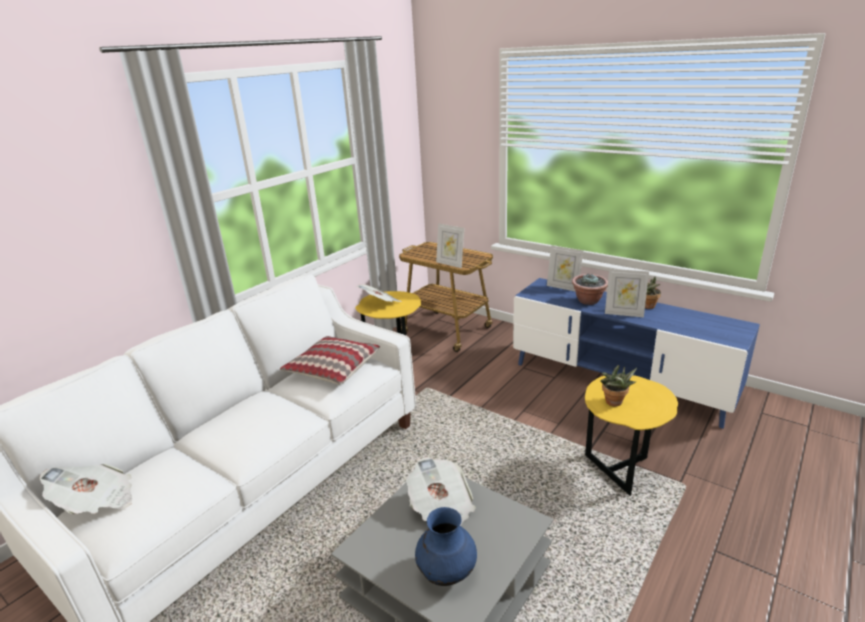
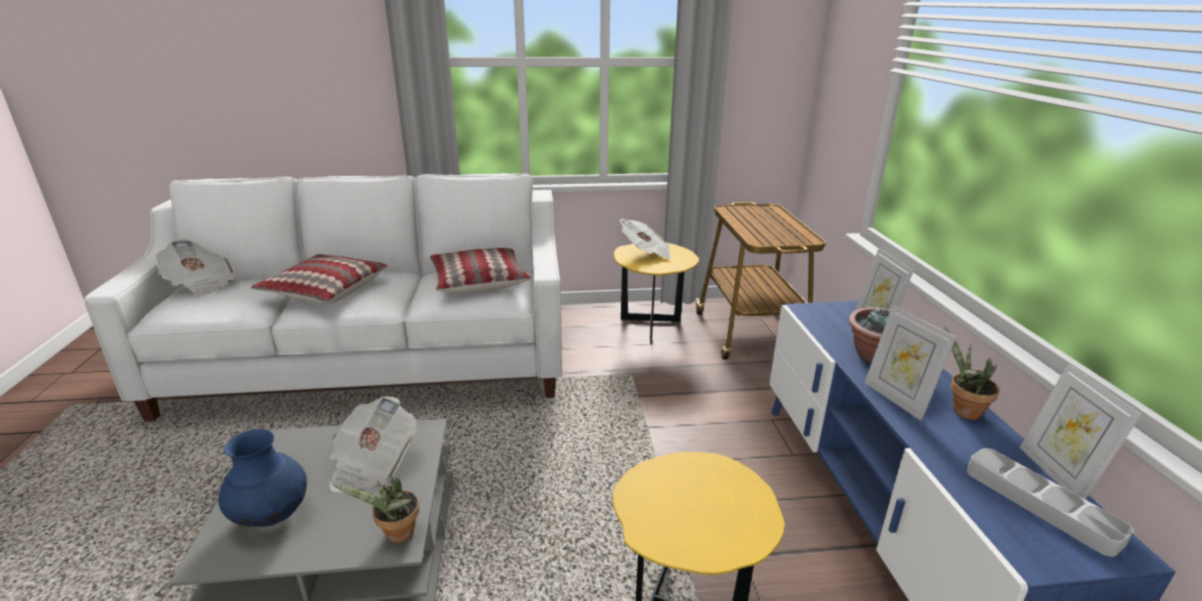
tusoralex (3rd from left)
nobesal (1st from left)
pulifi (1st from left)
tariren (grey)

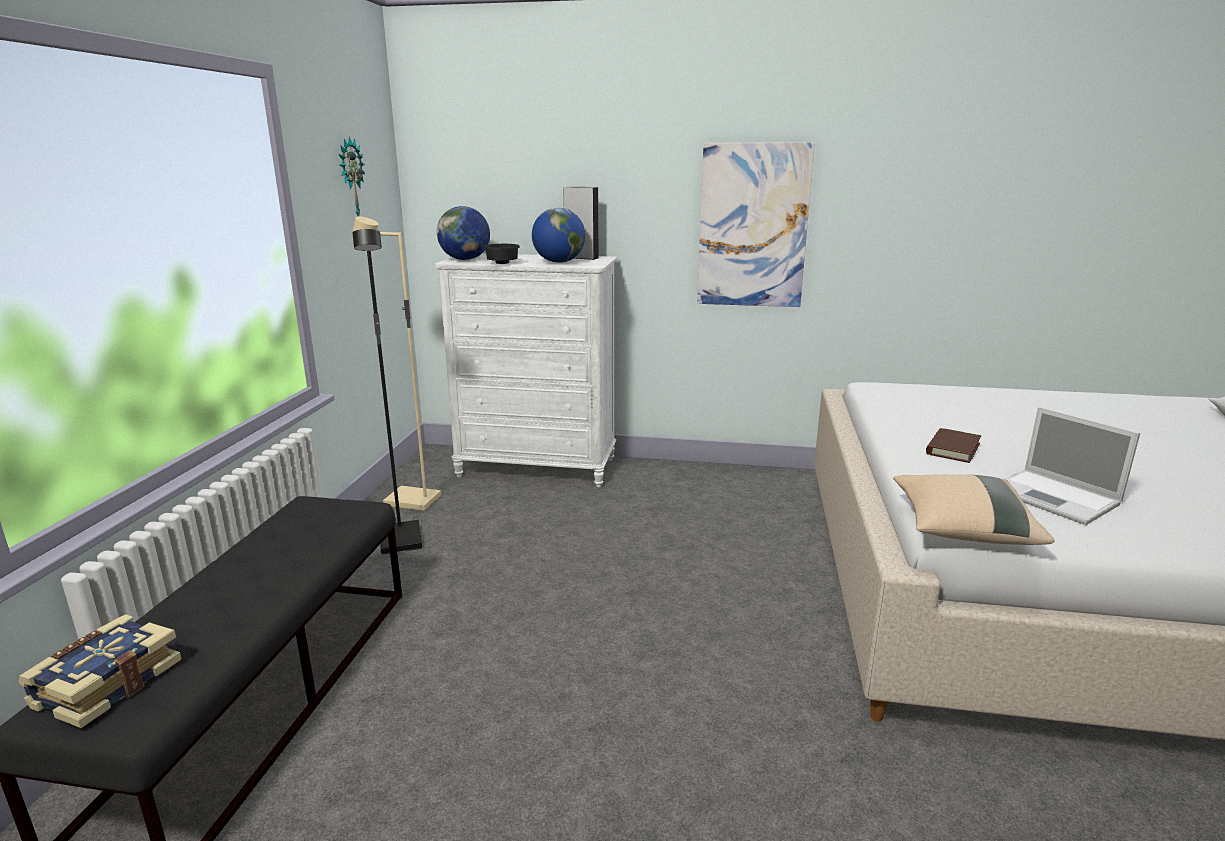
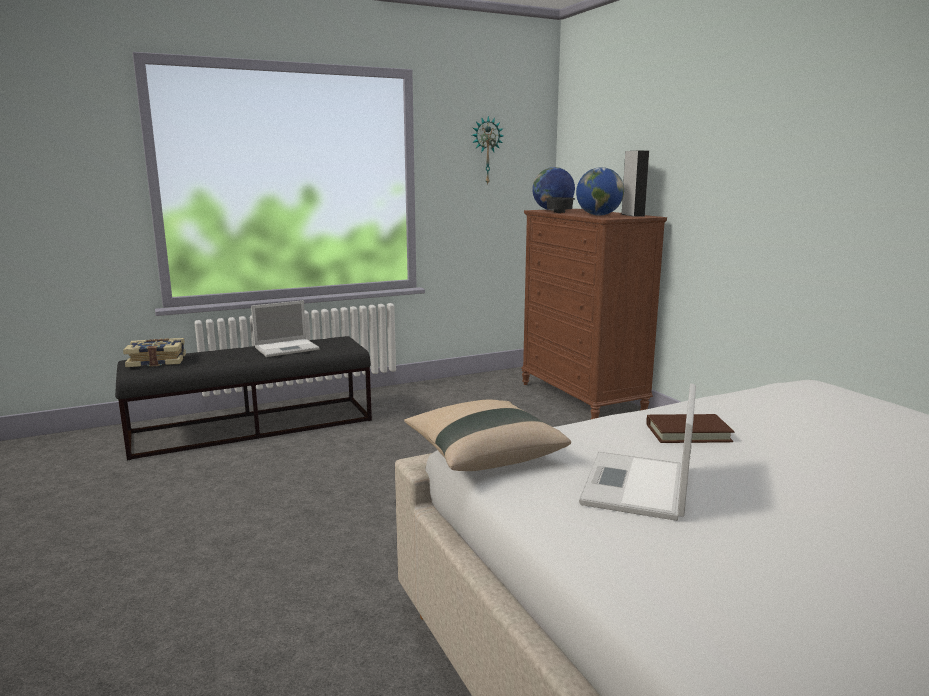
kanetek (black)
kanetek (beige)
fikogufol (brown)
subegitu
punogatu (1st from left)

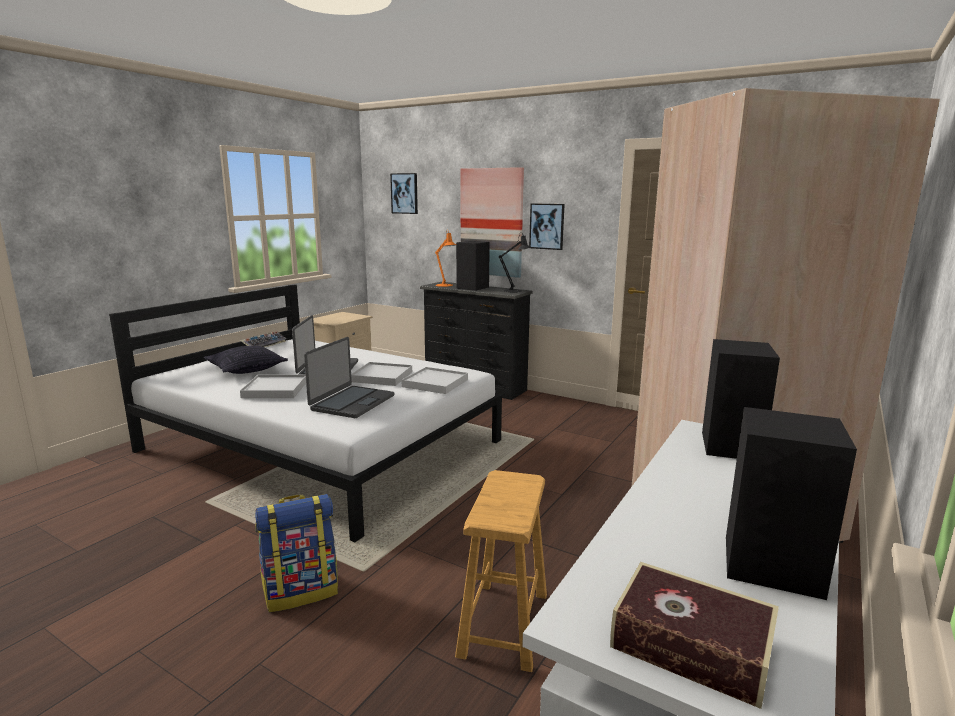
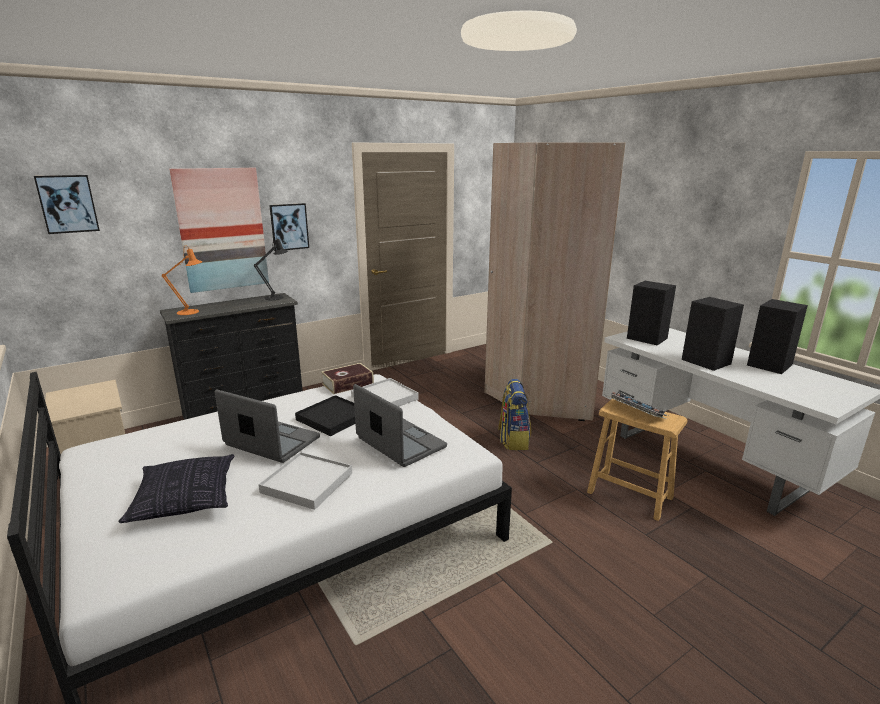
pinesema
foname
tariren (black)
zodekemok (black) (2nd from left)
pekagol

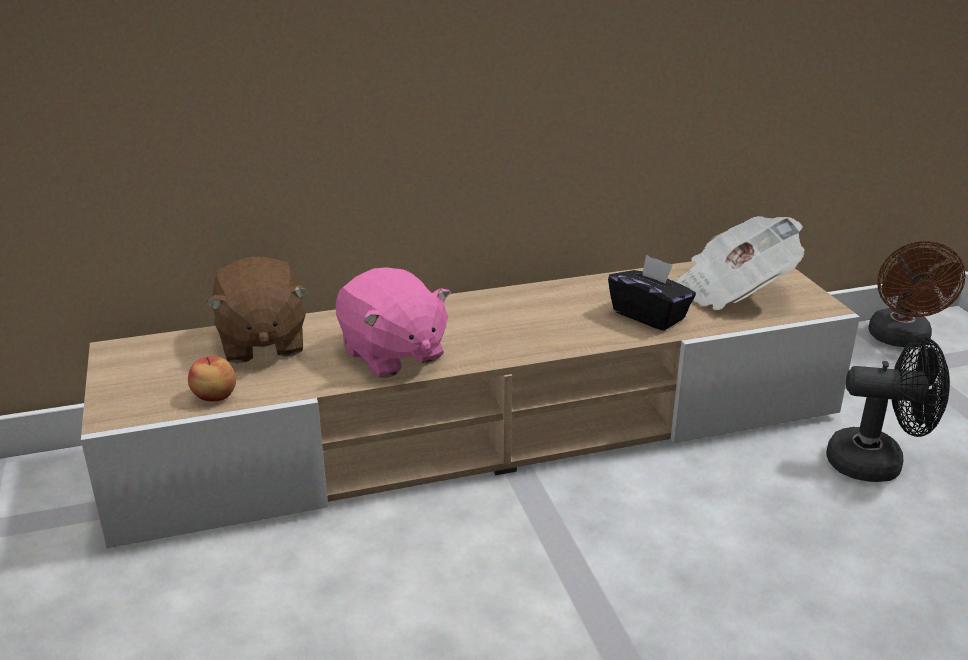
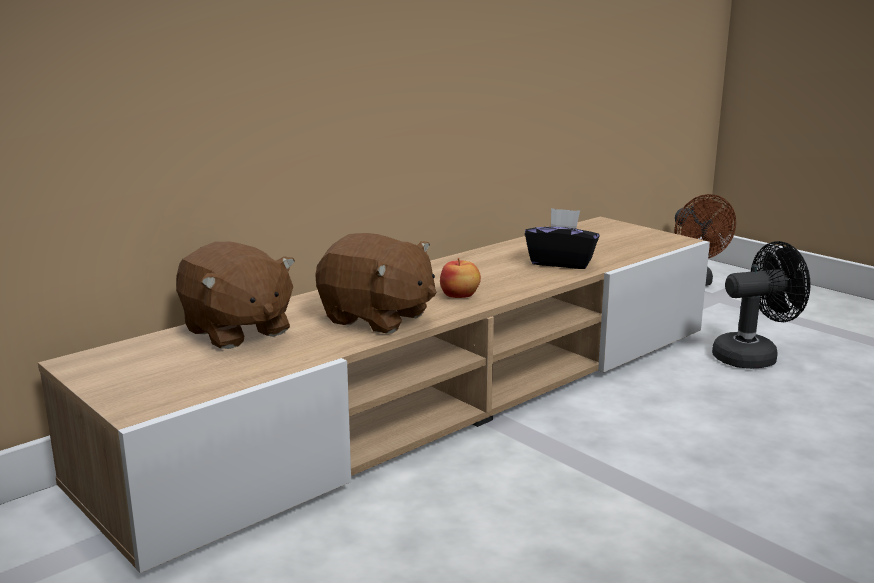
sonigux
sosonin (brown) (2nd from left)
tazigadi

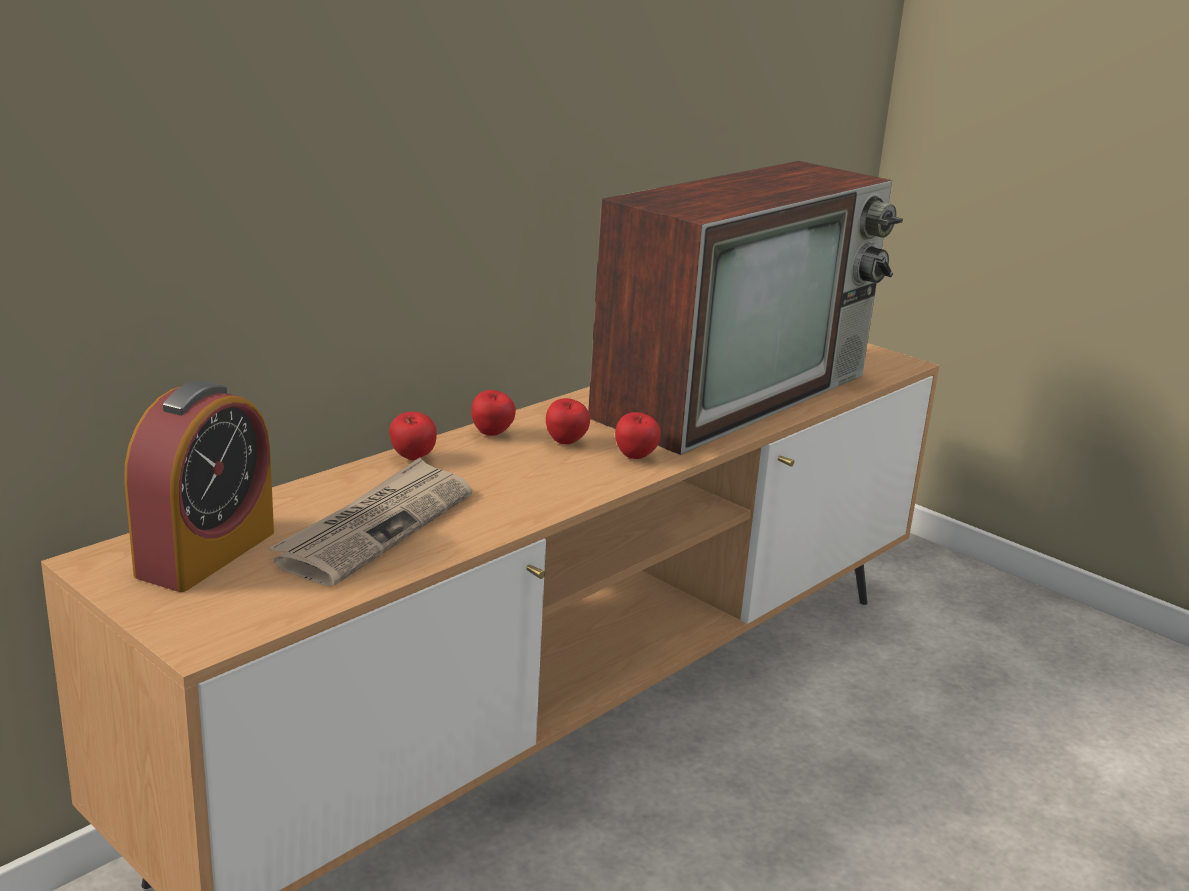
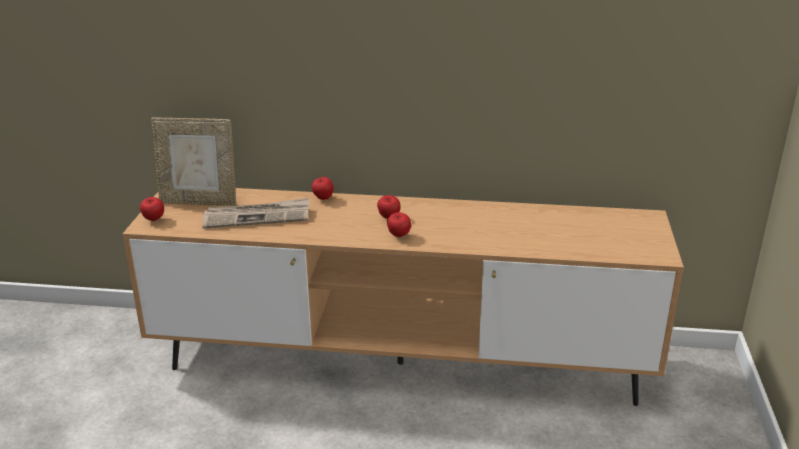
tusoralex
sonigux (1st from left)
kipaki

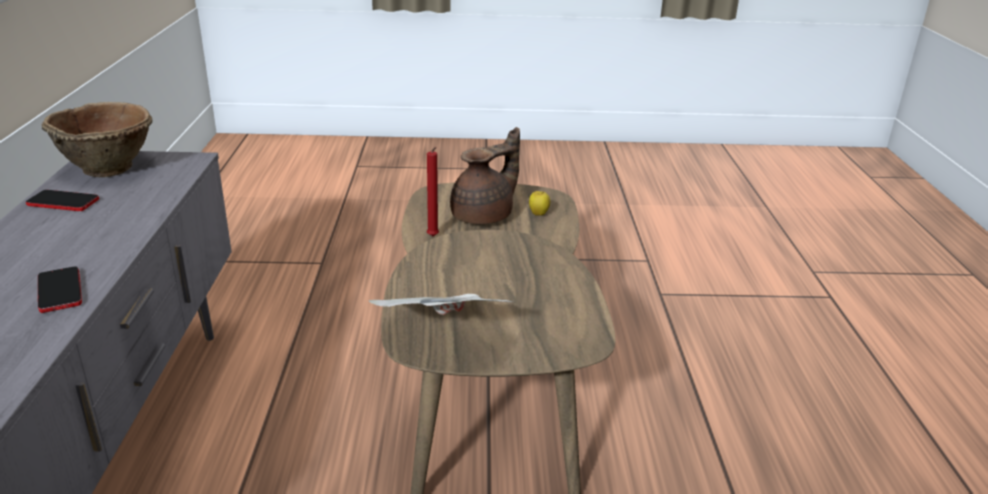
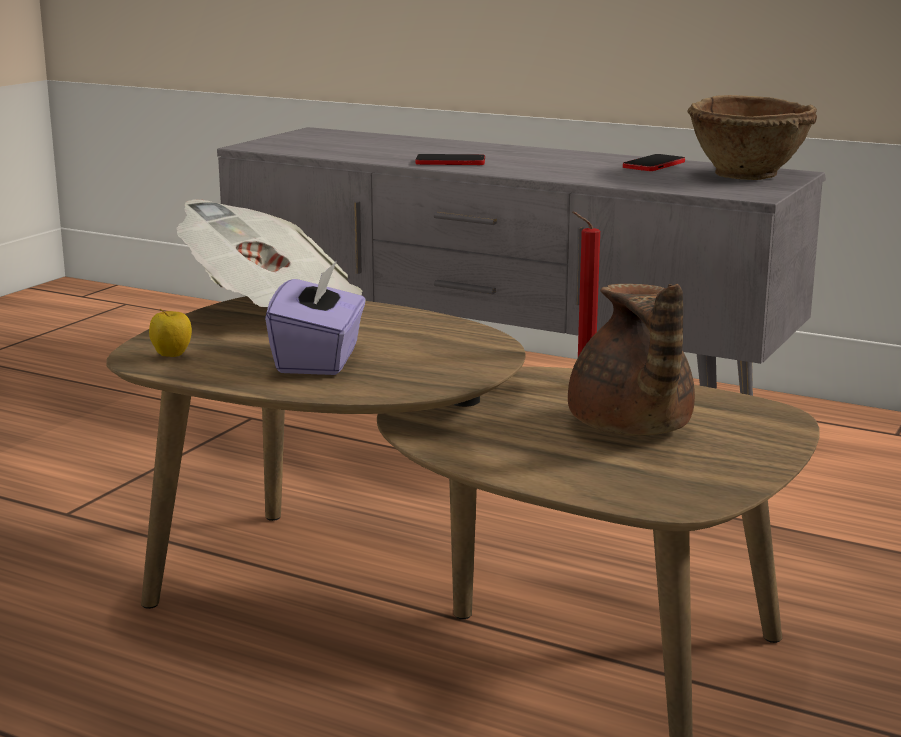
sonigux
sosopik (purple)

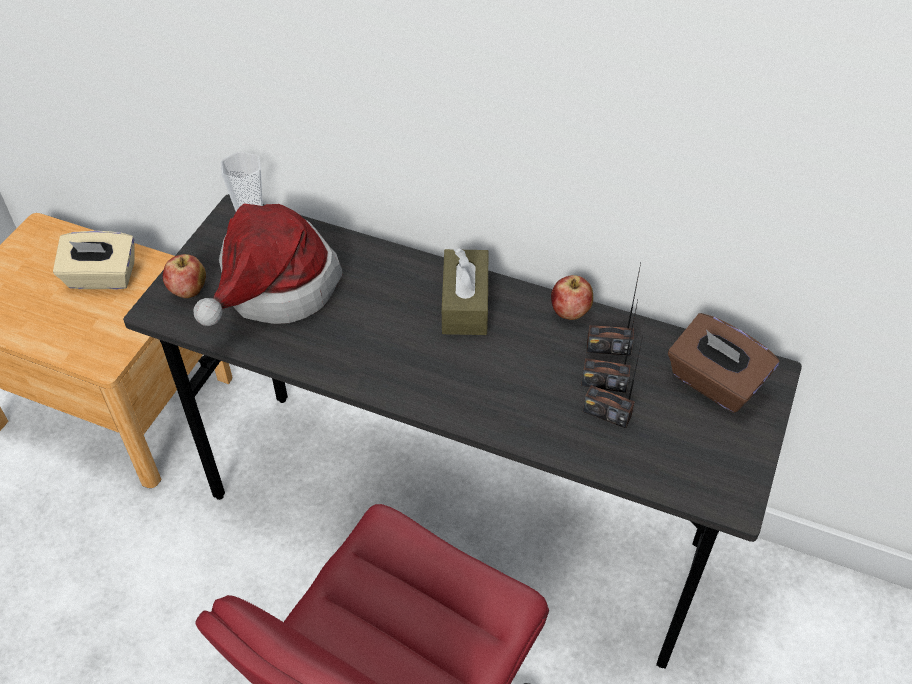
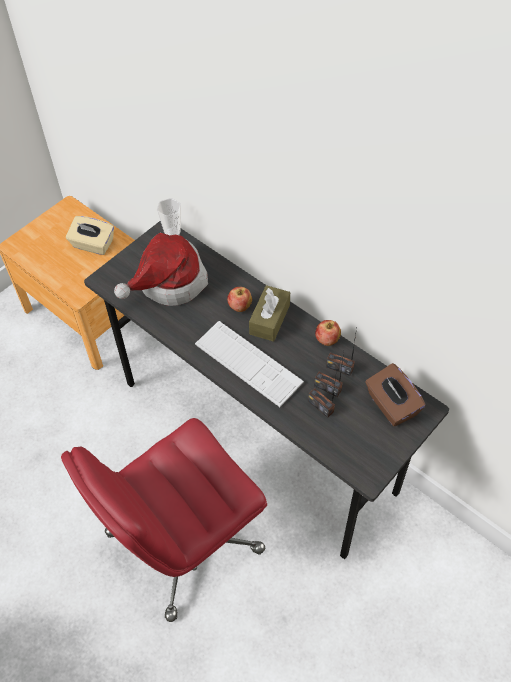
sonigux (1st from left)
pinesema

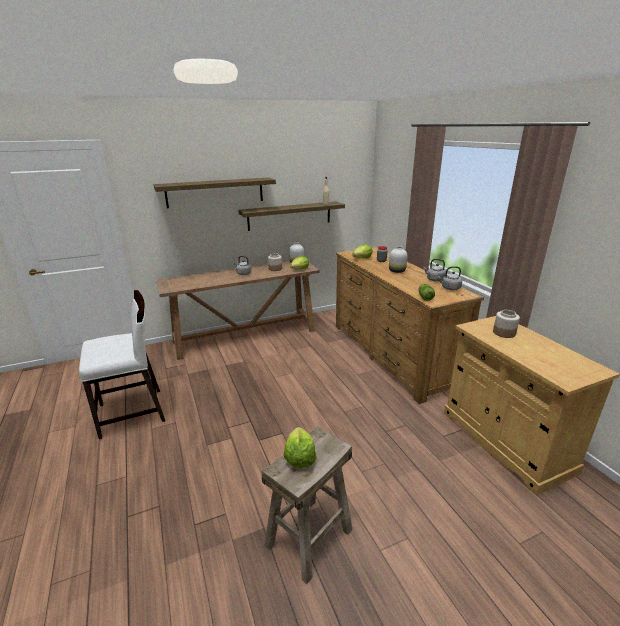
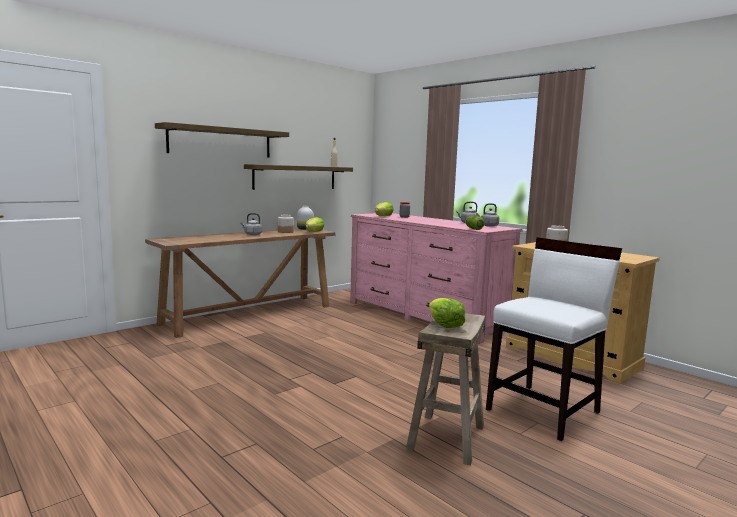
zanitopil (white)
fikogufol (pink)
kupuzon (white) (2nd from left in the first image)

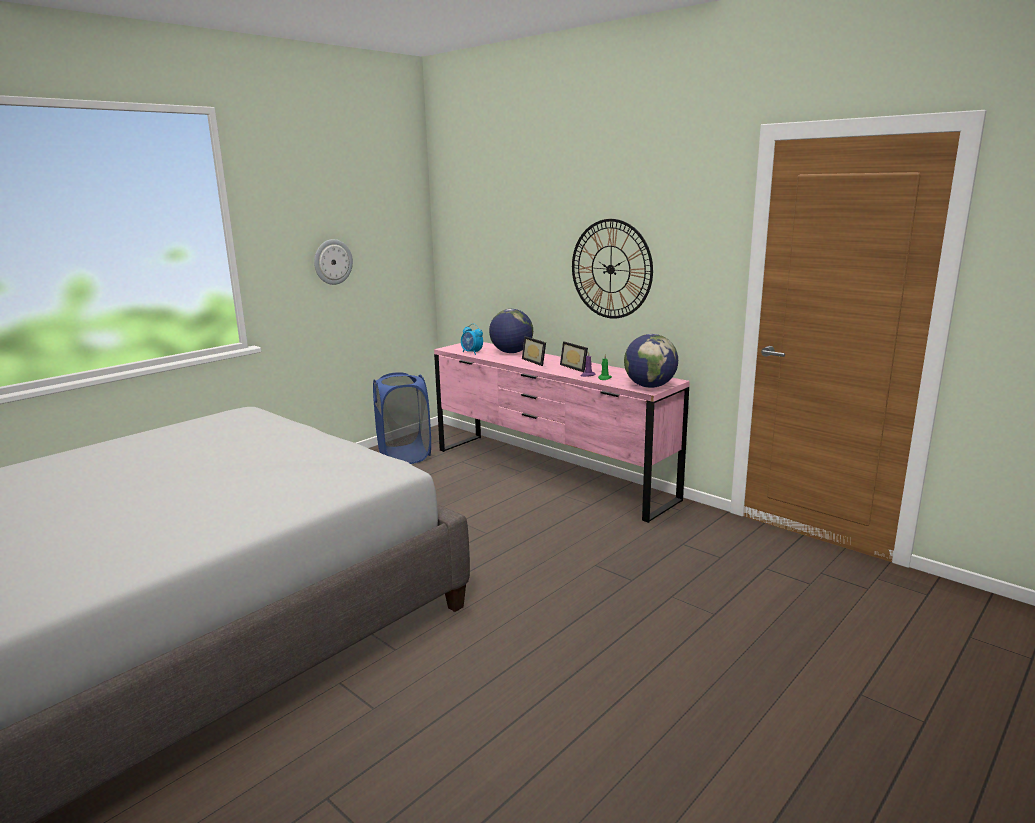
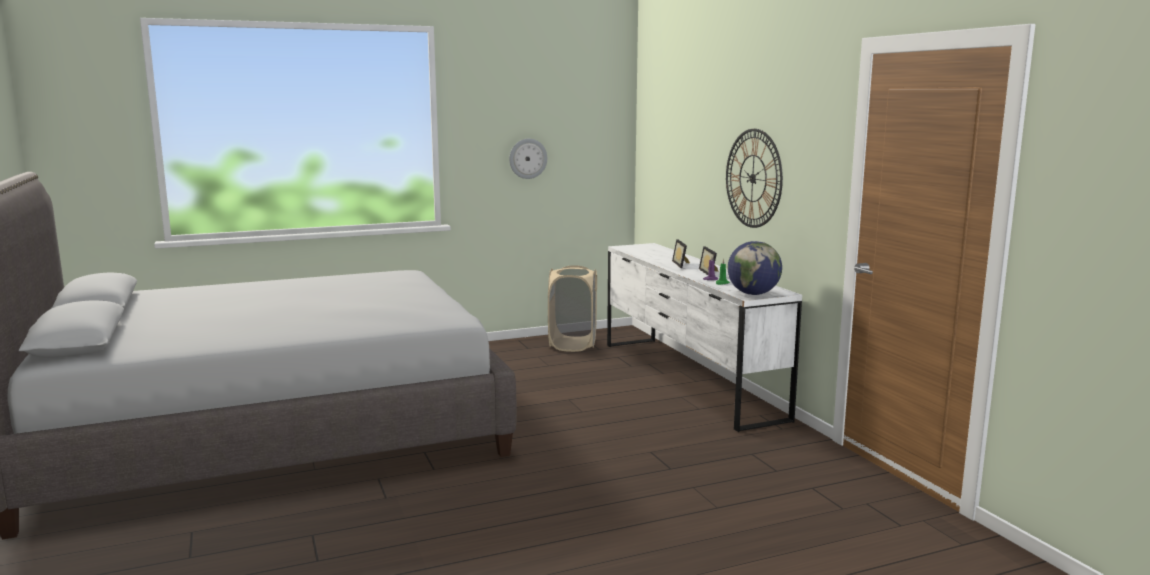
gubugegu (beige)
fikogufol (white)
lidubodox
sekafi (1st from left in the first image)

